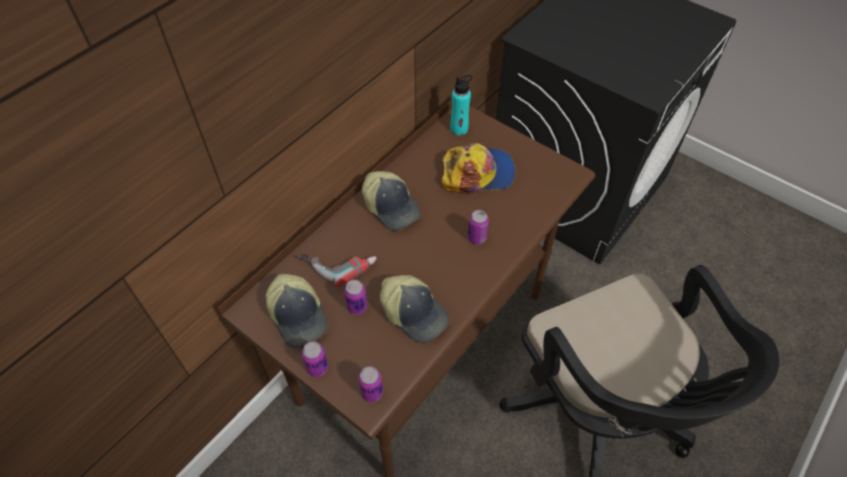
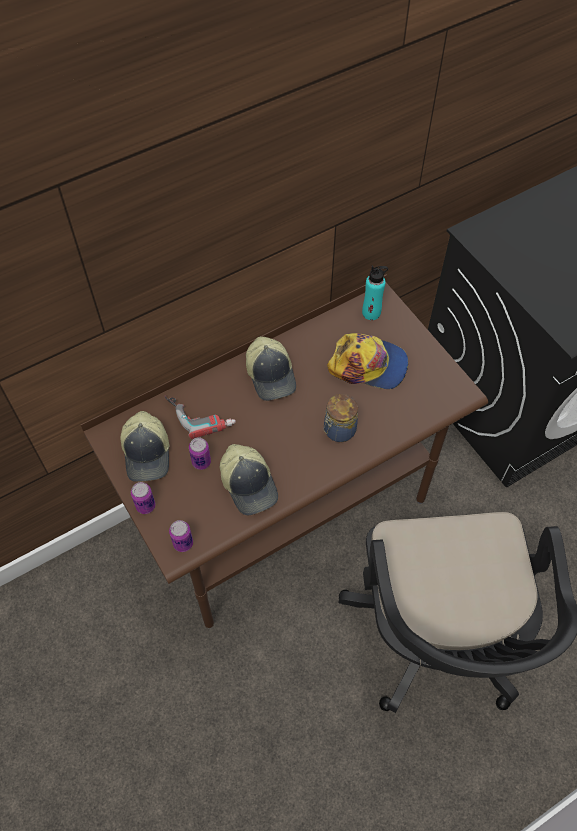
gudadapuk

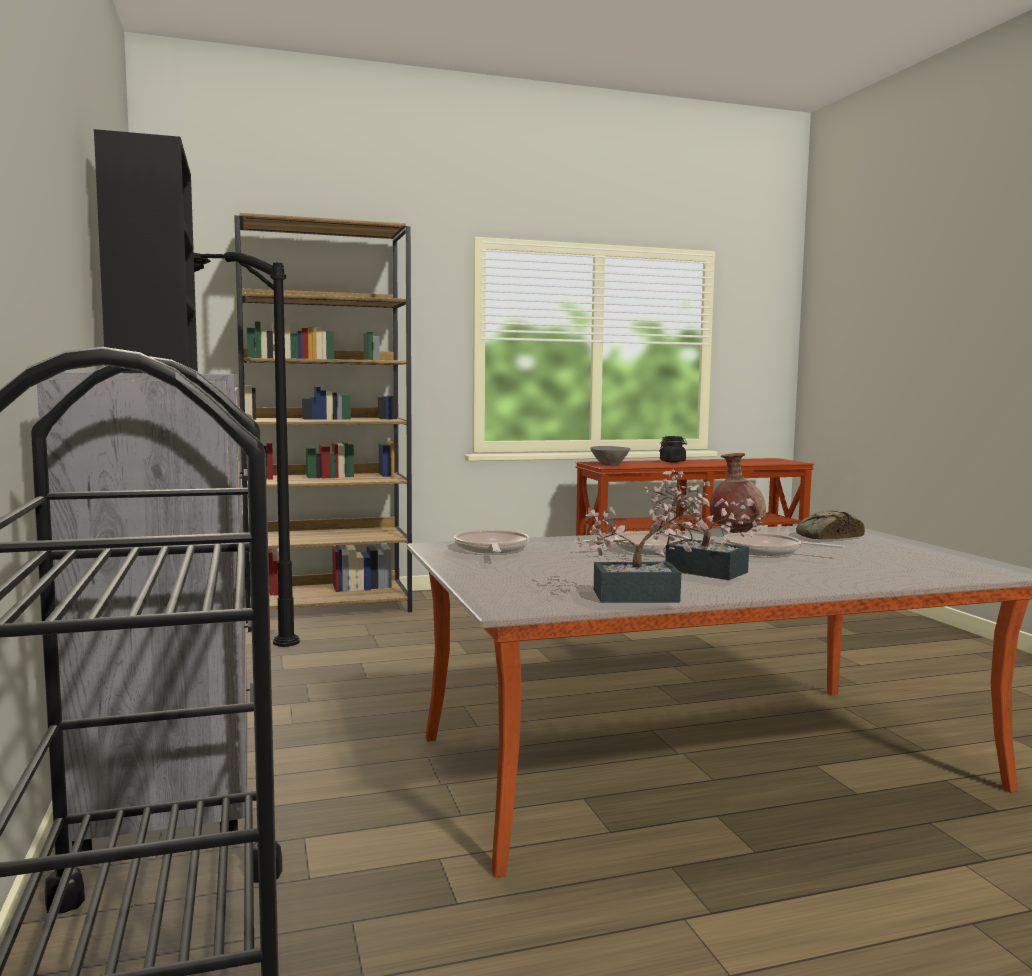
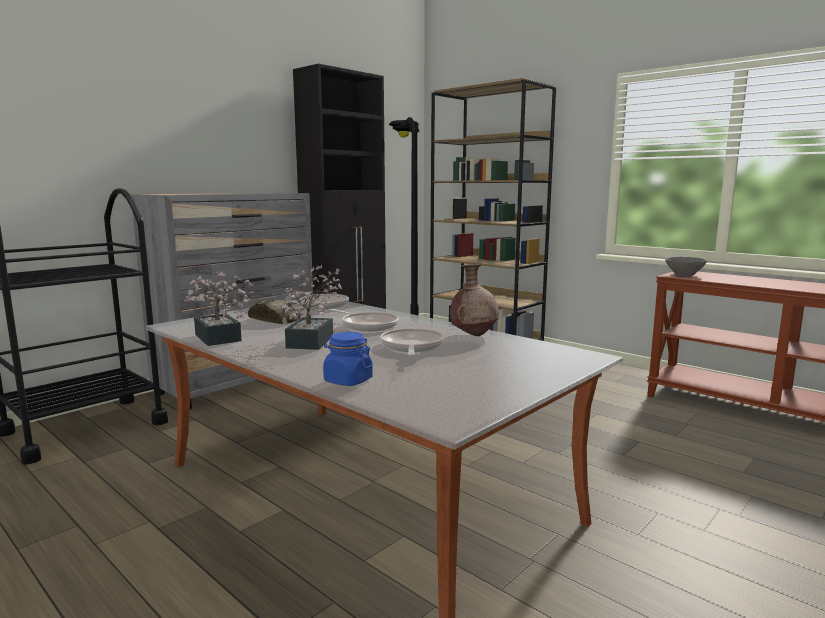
gudadapuk (black)
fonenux
gudadapuk (blue)

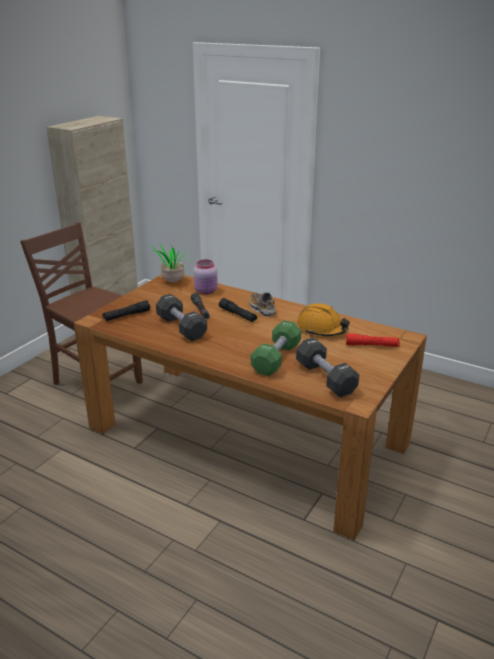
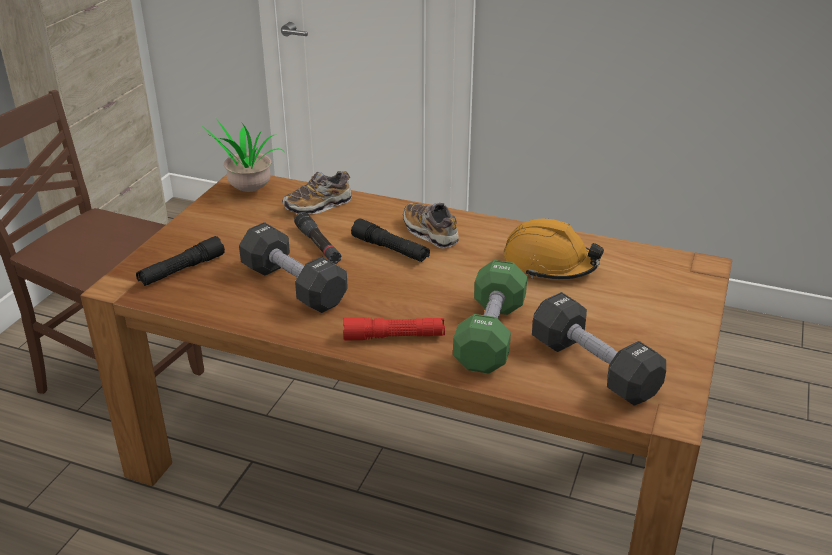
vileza (1st from left)
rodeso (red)

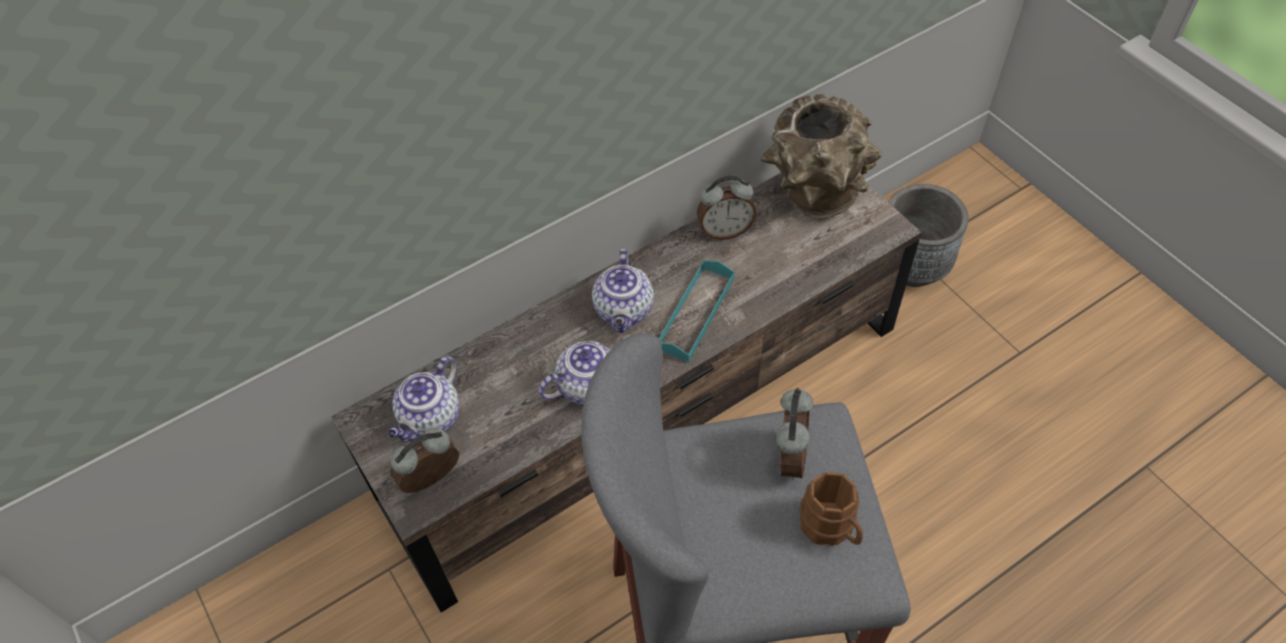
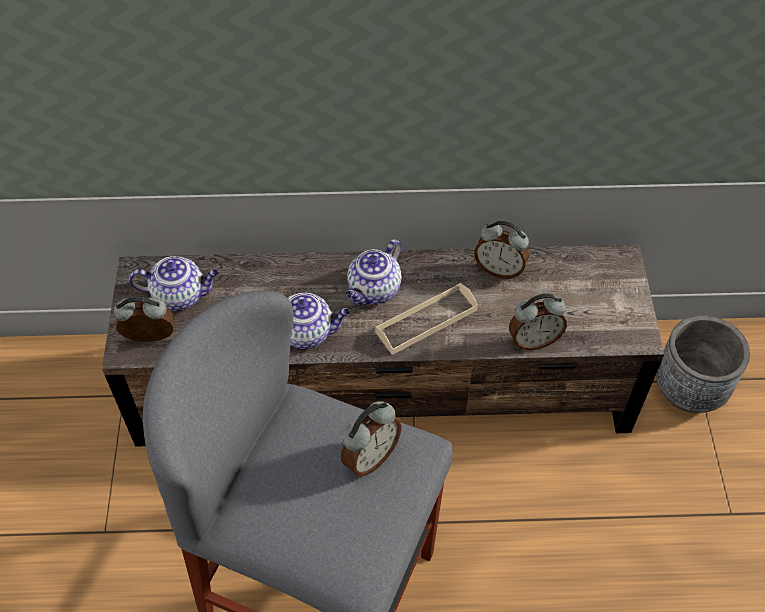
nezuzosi (1st from left)
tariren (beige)
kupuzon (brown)
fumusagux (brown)
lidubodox (4th from left)

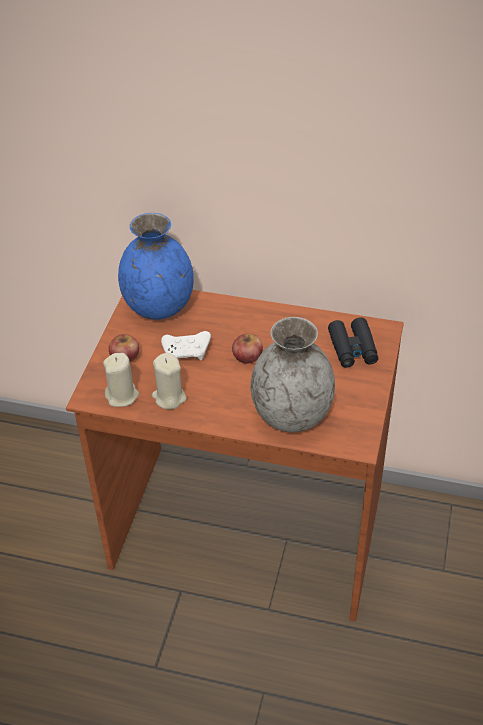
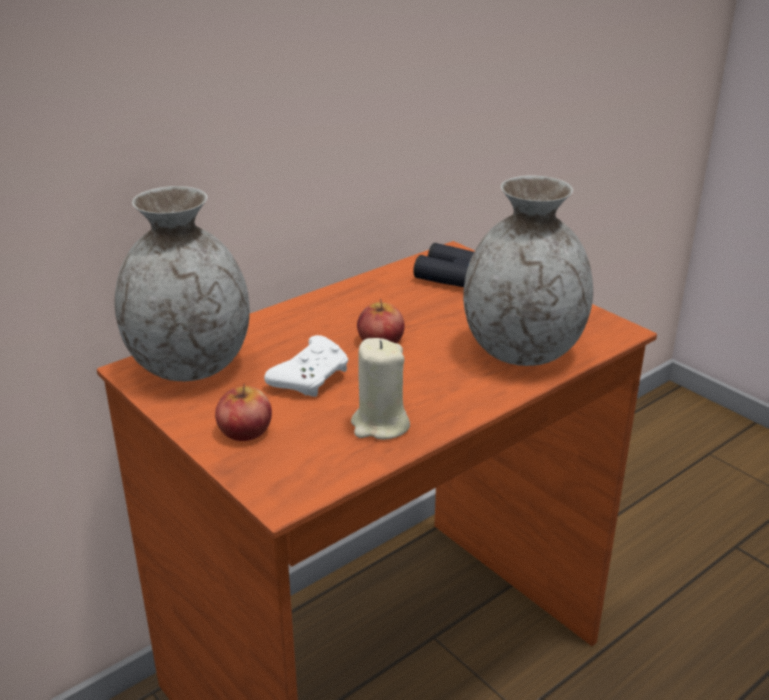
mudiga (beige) (1st from left in the first image)
kupuzon (grey) (1st from left)

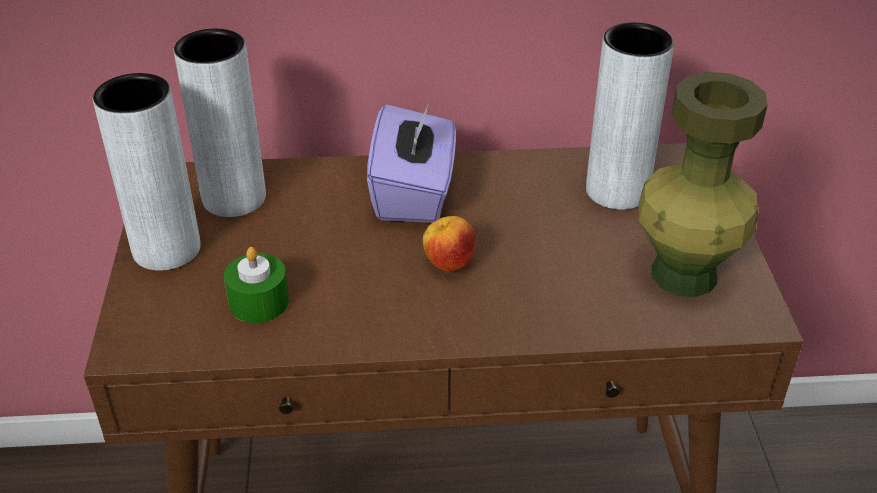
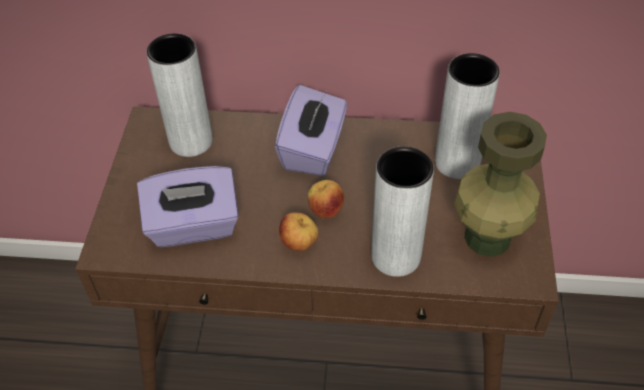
kupuzon (grey) (2nd from left)
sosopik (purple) (1st from left)
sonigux (1st from left)

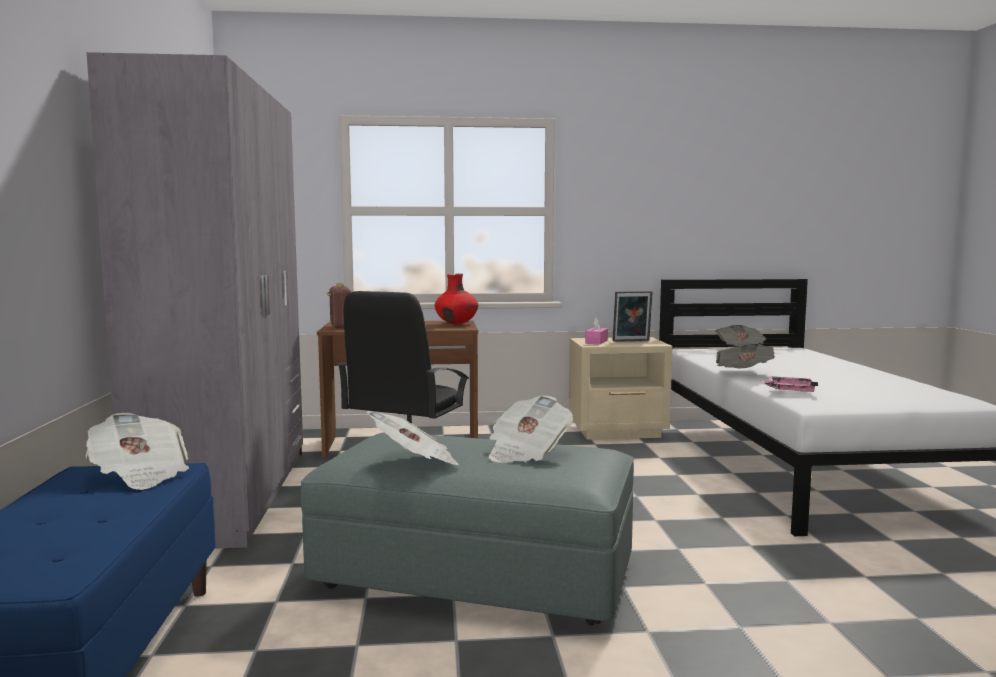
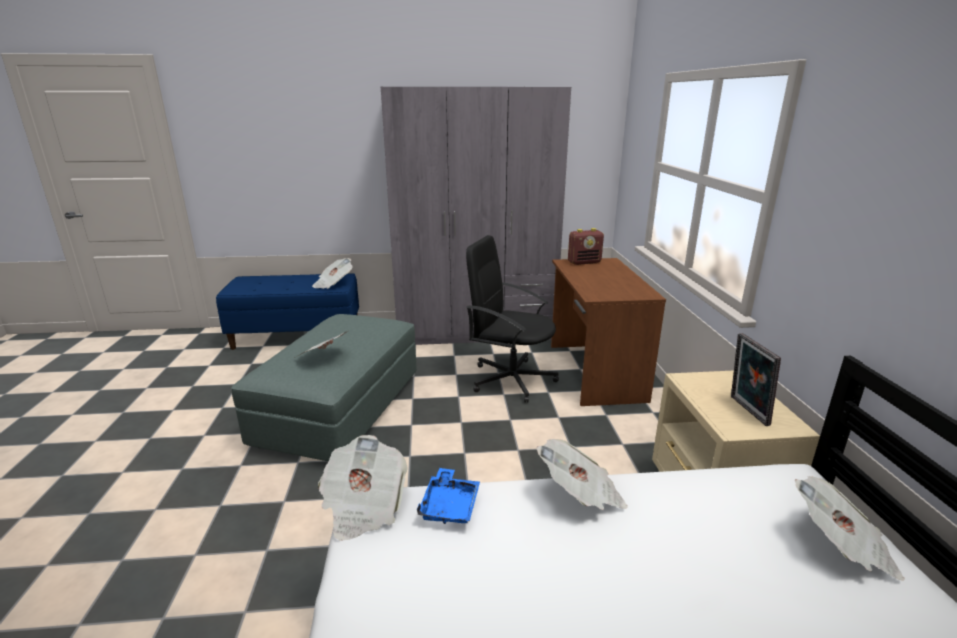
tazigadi (3rd from left)
kupuzon (red)
sosopik (pink)
tariren (blue)

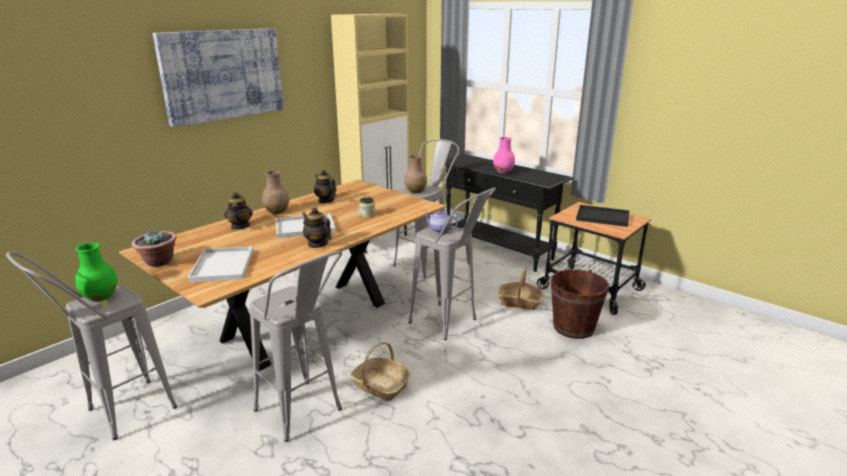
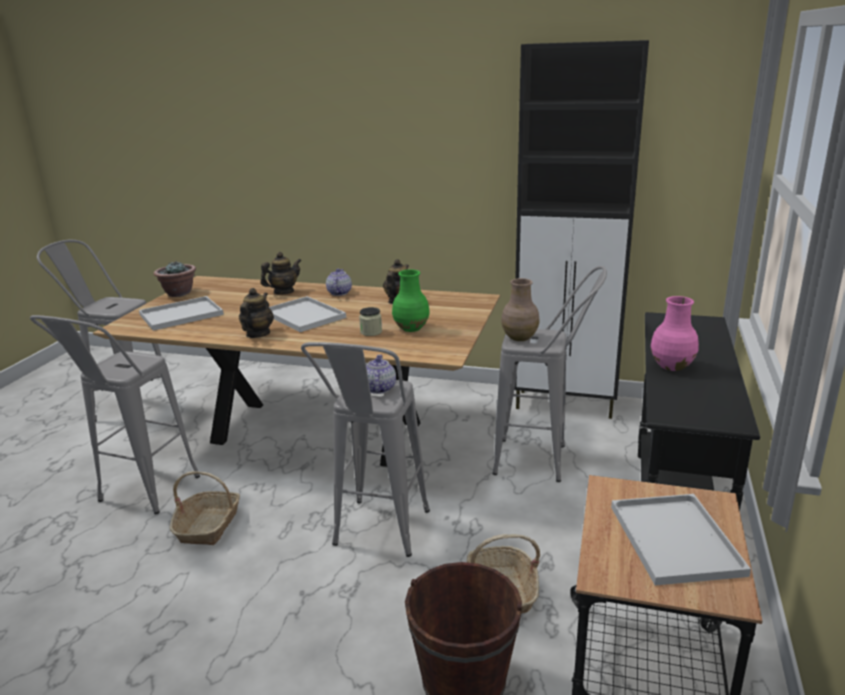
kupuzon (green)
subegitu
nezuzosi (3rd from left)
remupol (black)
tariren (white) (3rd from left)

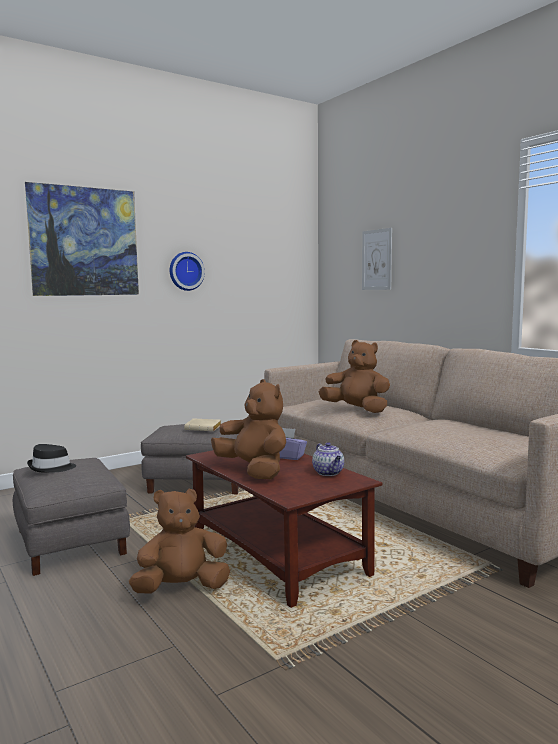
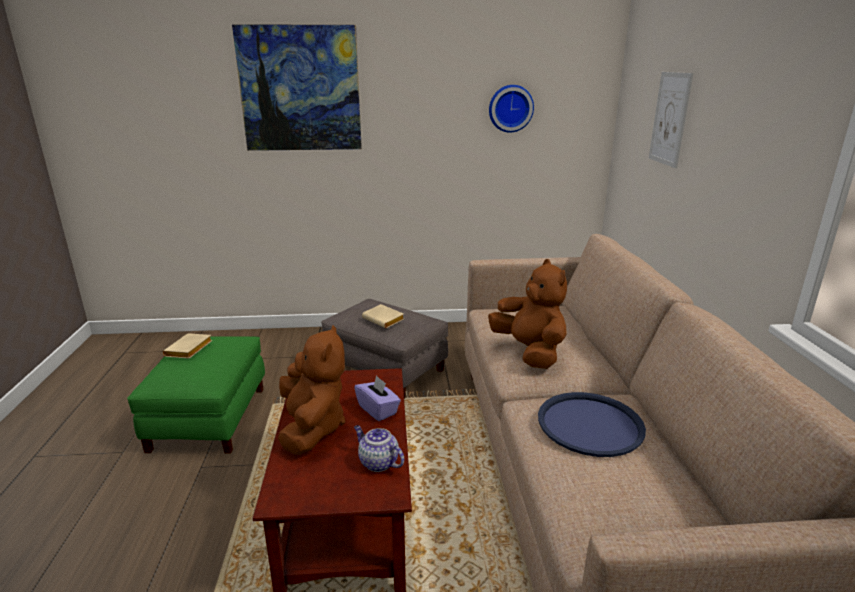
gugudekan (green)
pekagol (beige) (1st from left)
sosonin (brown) (1st from left in the first image)
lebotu
nezuzosi
tariren (blue)

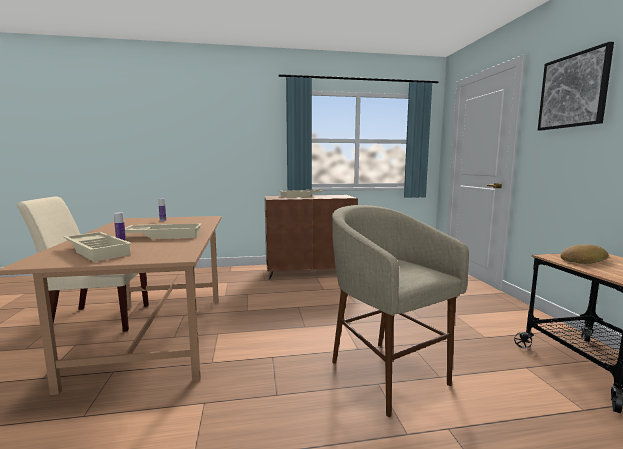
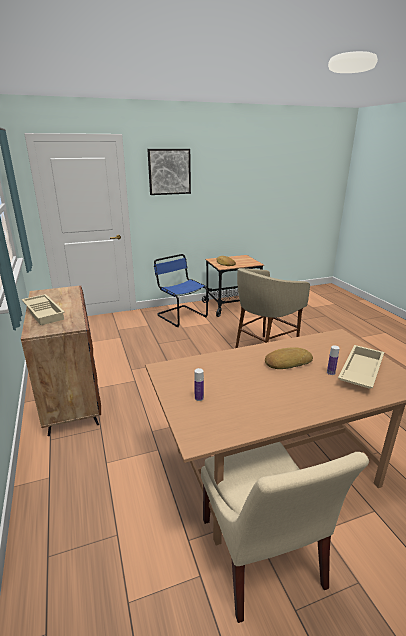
fonenux (2nd from left)
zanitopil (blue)

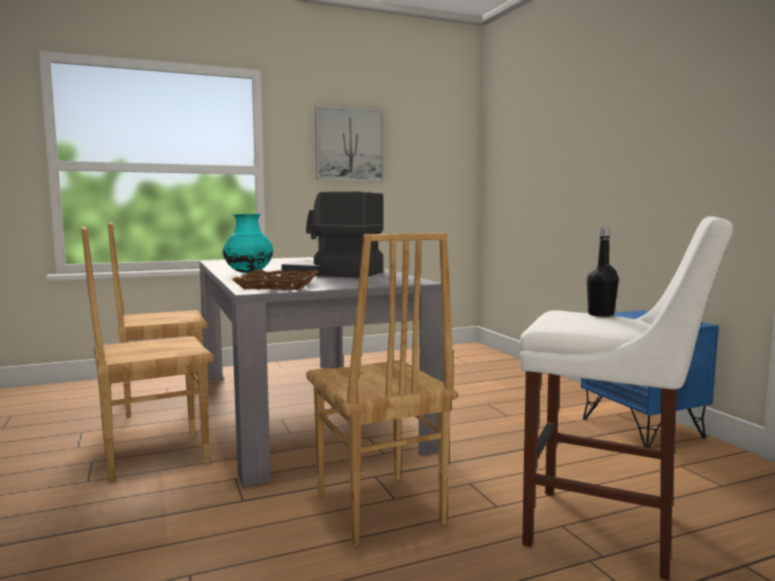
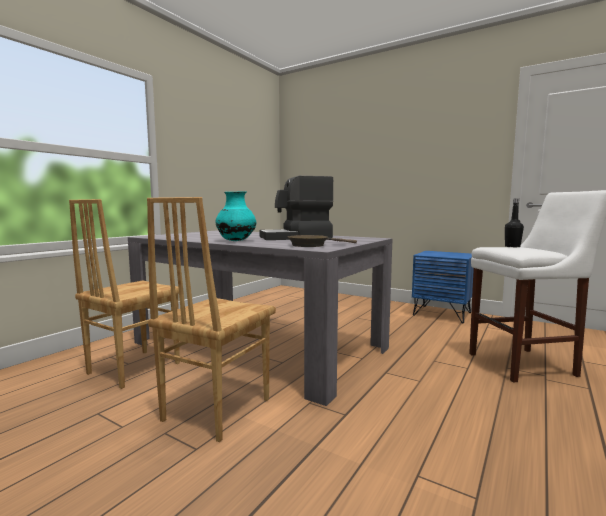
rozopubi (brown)
zanitopil (brown) (3rd from left in the first image)
subegitu

